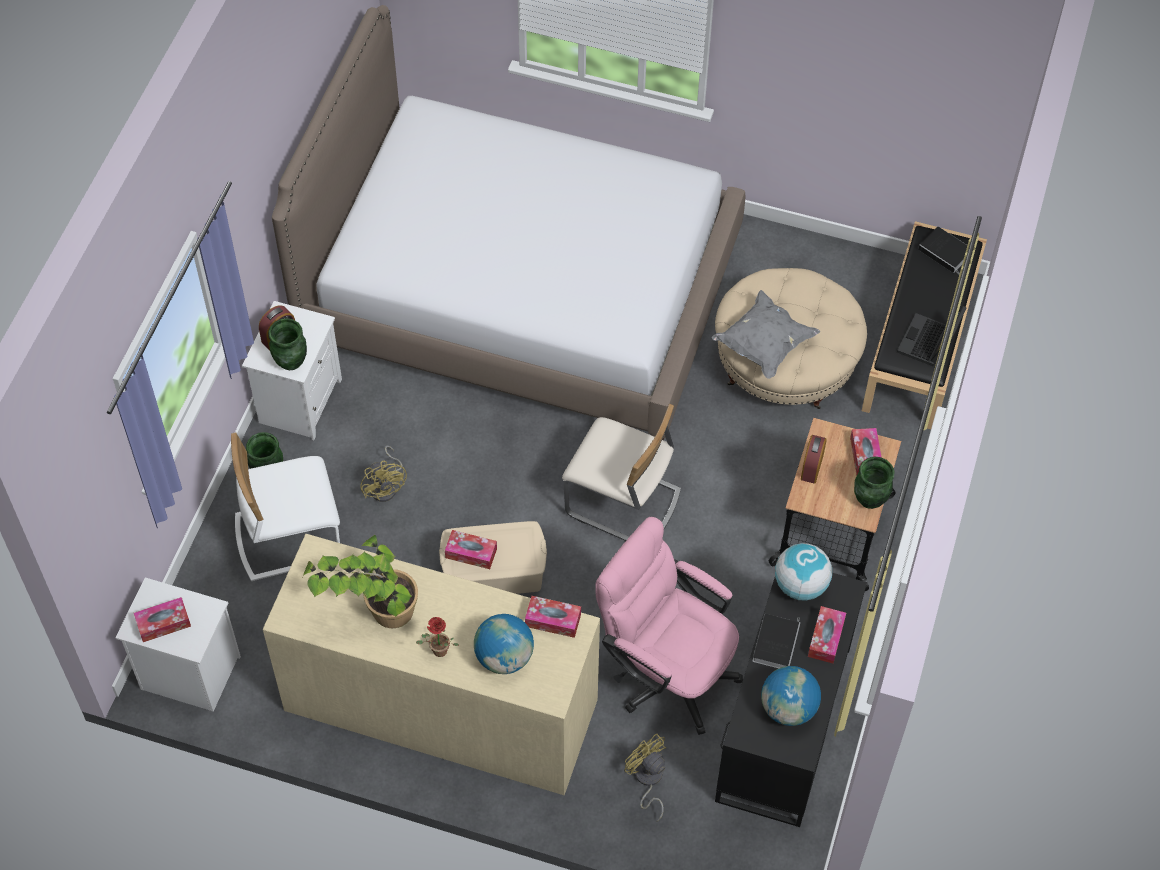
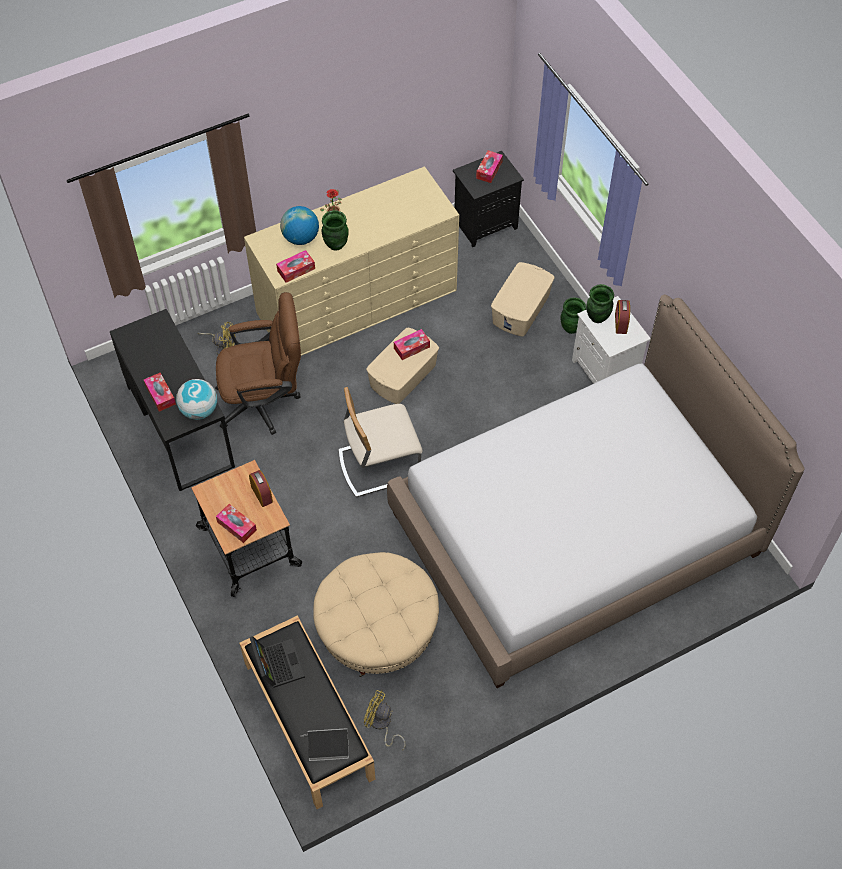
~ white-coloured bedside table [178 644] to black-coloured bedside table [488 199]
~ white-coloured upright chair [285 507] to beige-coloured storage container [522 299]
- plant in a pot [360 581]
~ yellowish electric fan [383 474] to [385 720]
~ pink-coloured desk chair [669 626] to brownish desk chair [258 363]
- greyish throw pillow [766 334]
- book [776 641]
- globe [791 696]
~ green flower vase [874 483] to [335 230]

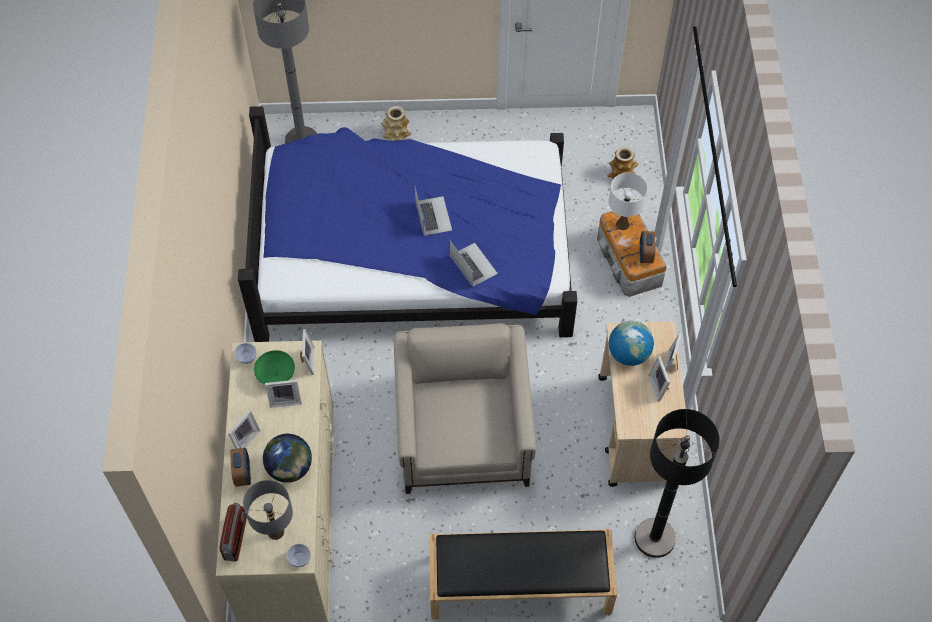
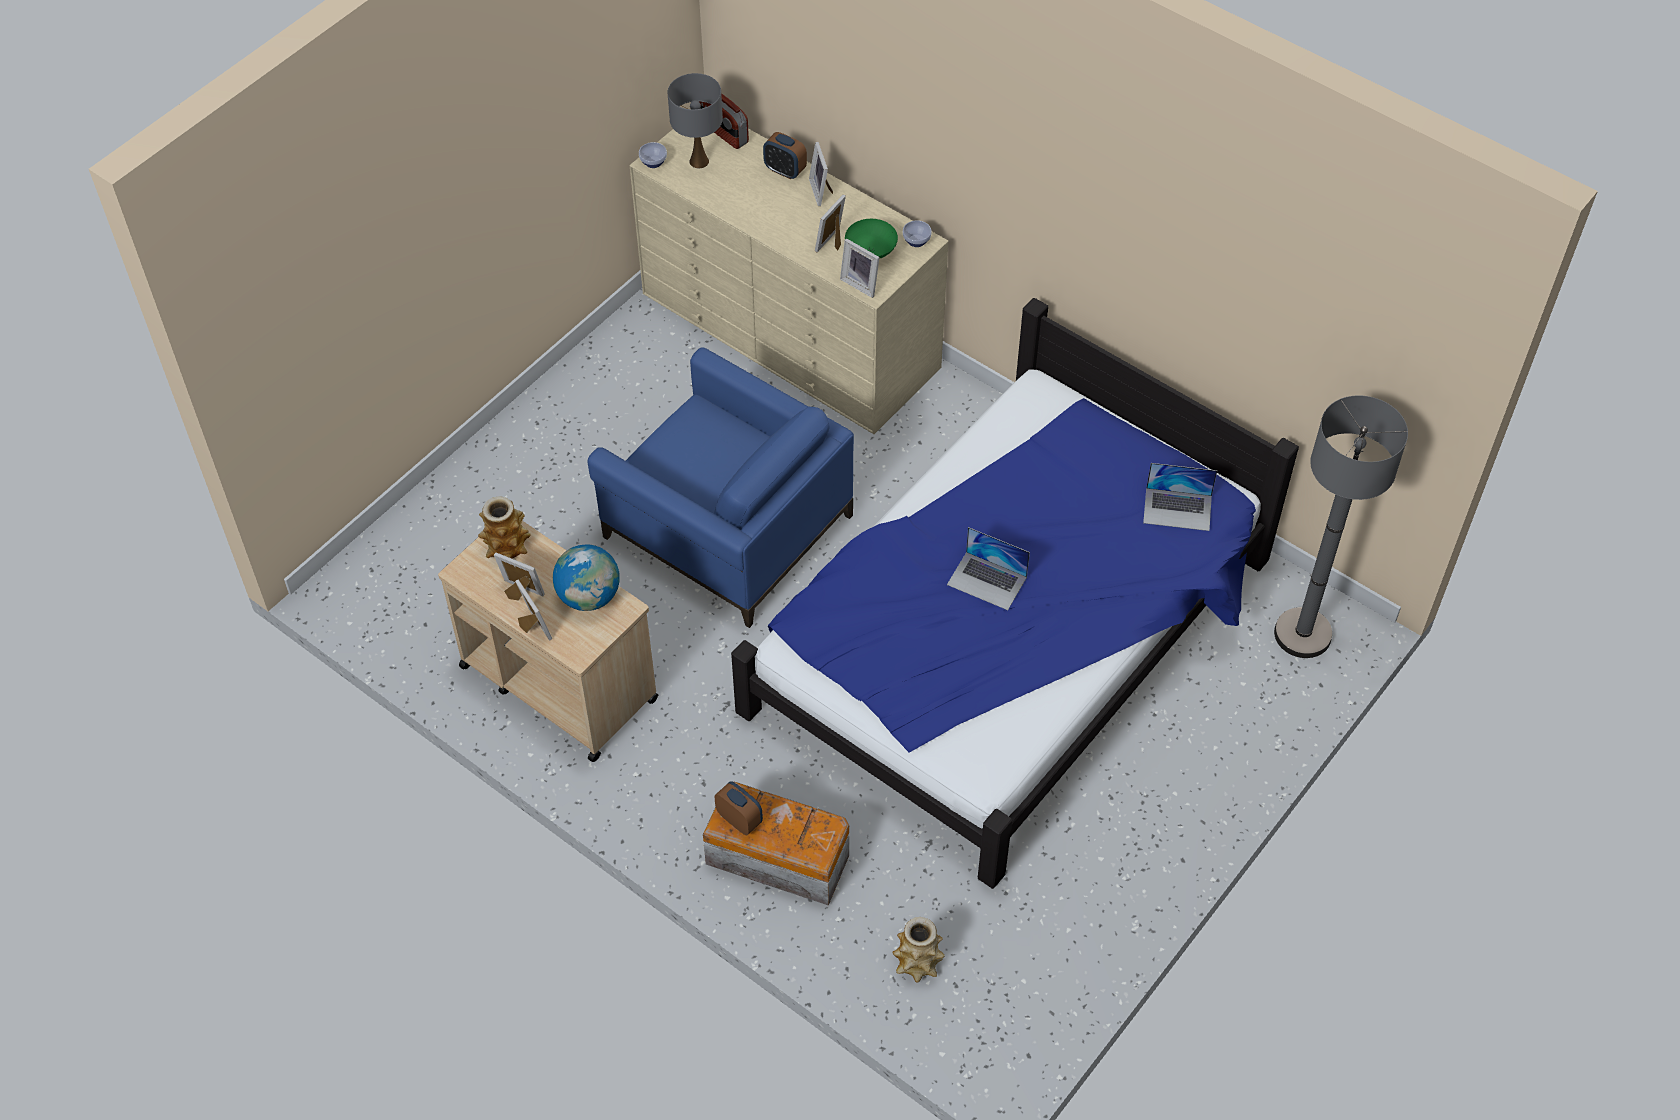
- globe [287 458]
~ flower vase [396 123] to [504 527]
~ beige-coloured easy chair [464 408] to blue easy chair [721 487]
- black-coloured long seat [523 574]
~ portable computer [474 264] to [1180 497]
- white-coloured tabletop lamp [628 201]
- black-coloured floor lamp [677 483]

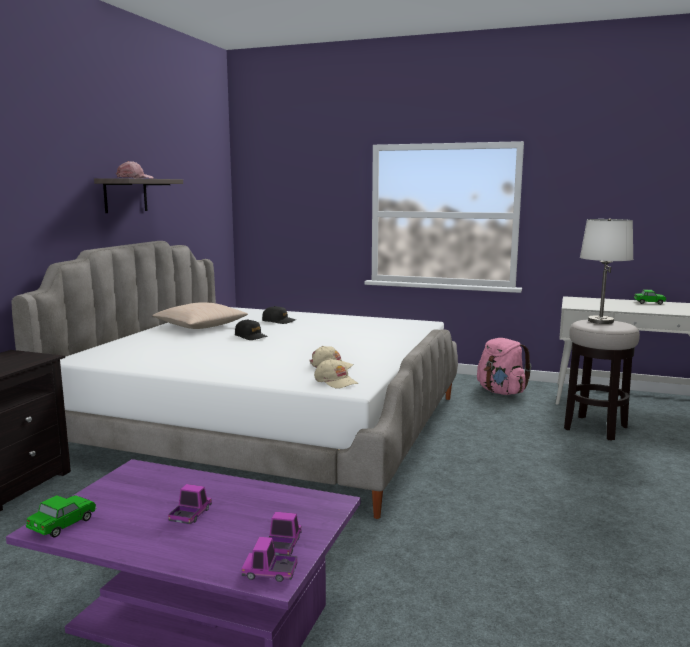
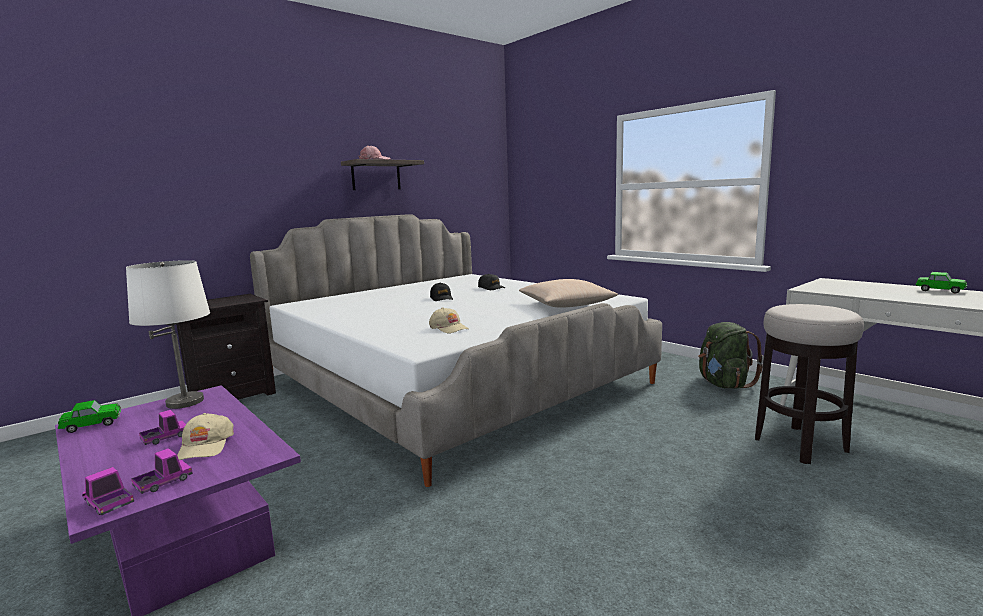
~ beige-coloured throw pillow [200 315] to [568 293]
~ beige-coloured peaked cap [336 373] to [205 436]
~ pink-coloured backpack [504 366] to green backpack [731 355]
~ white-coloured tabletop lamp [606 271] to [168 334]

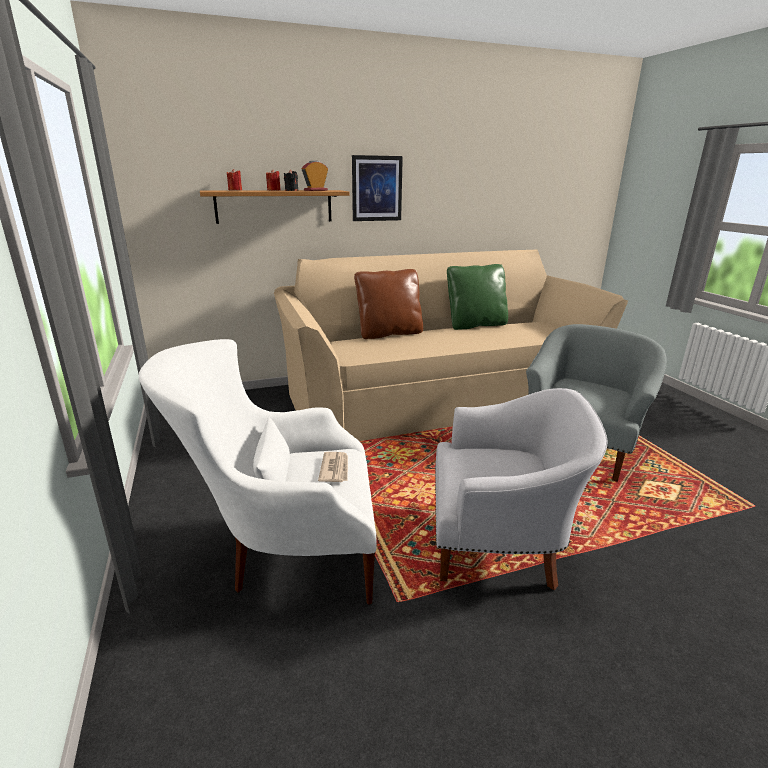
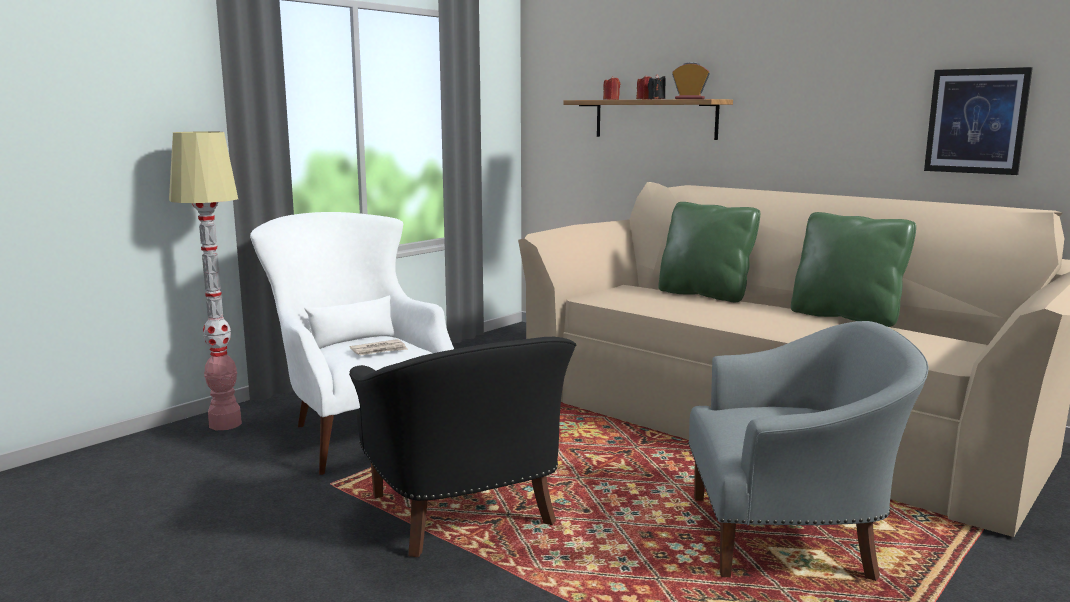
~ wall picture [377 188] to [978 121]
~ brownish throw pillow [388 304] to green throw pillow [709 252]
~ white-coloured easy chair [521 489] to black-coloured easy chair [463 447]
+ floor lamp [205 281]

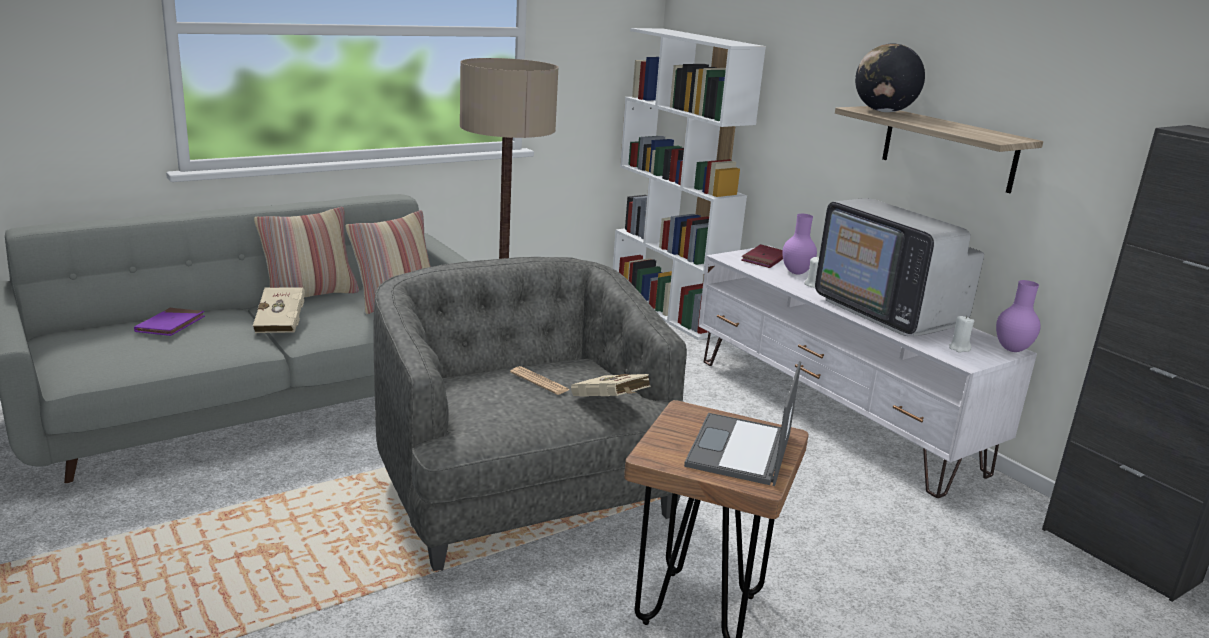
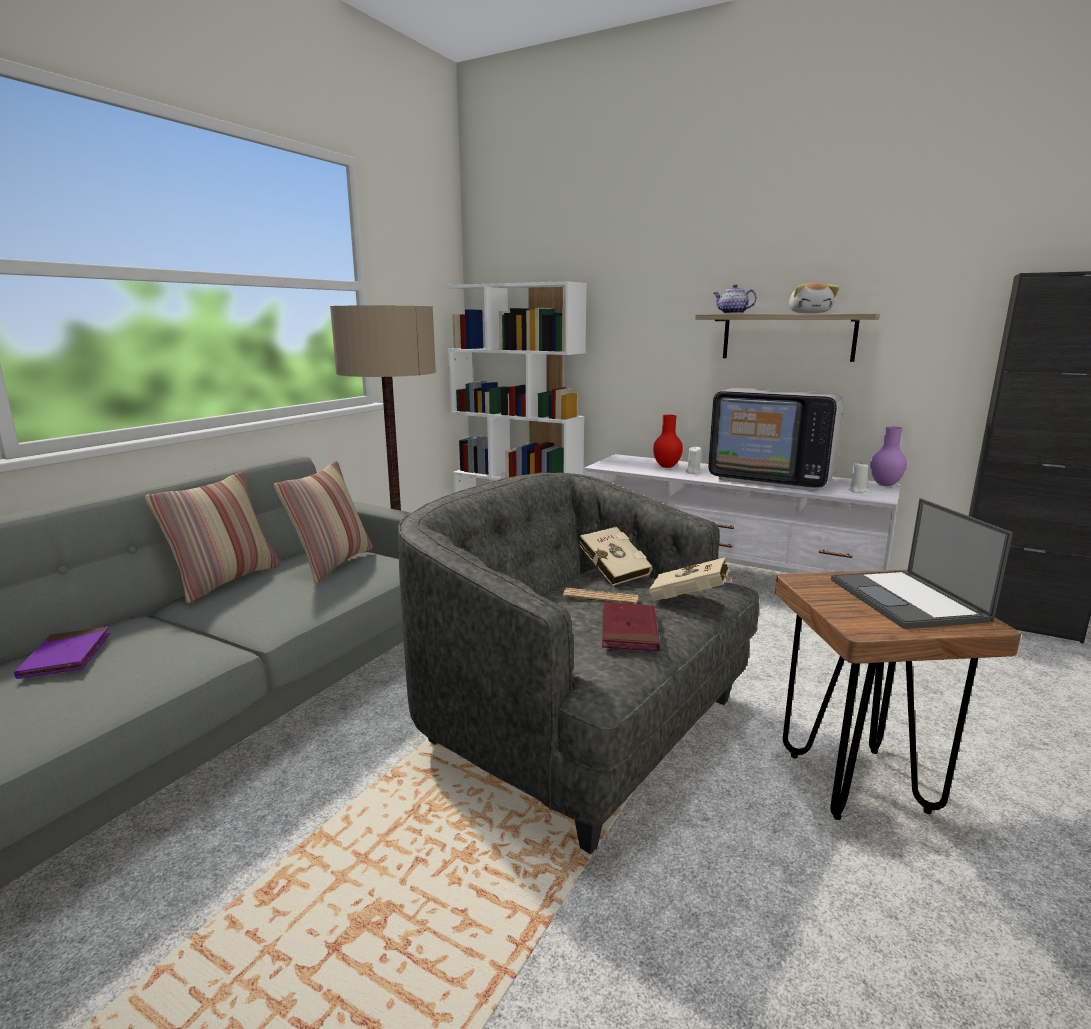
~ beige-coloured book [279 310] to [615 556]
~ reddish book [762 256] to [631 626]
~ purplish flower vase [799 244] to reddish flower vase [668 441]
~ globe [890 78] to teapot [735 299]
+ soft toy [814 298]

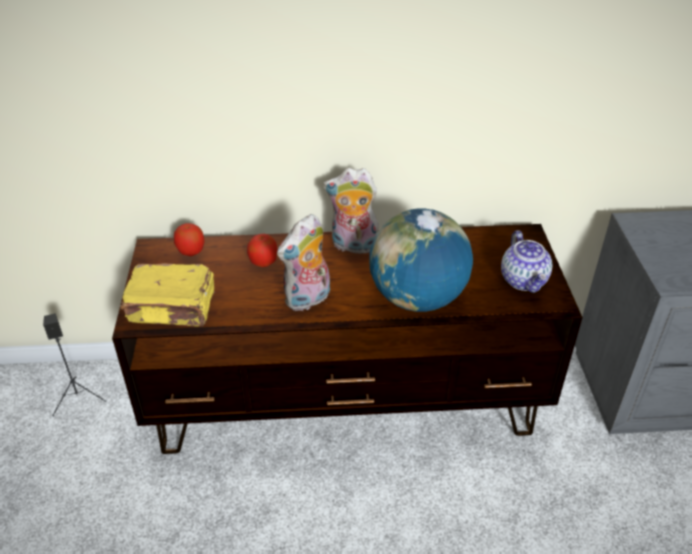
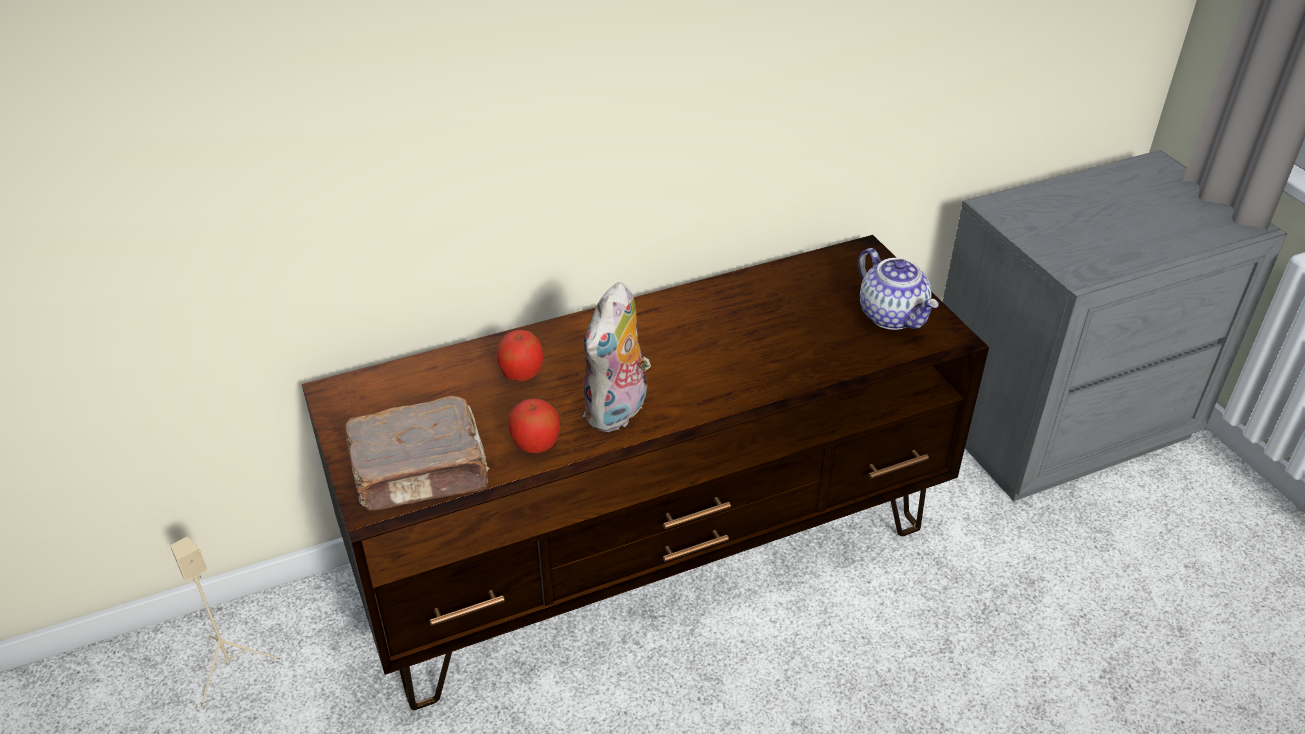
~ black-coloured loudspeaker [74 365] to beige-coloured loudspeaker [225 622]
~ yellowish book [167 295] to brownish book [417 453]
~ apple fruit [189 239] to [534 426]
- soft toy [351 211]
- globe [421 260]

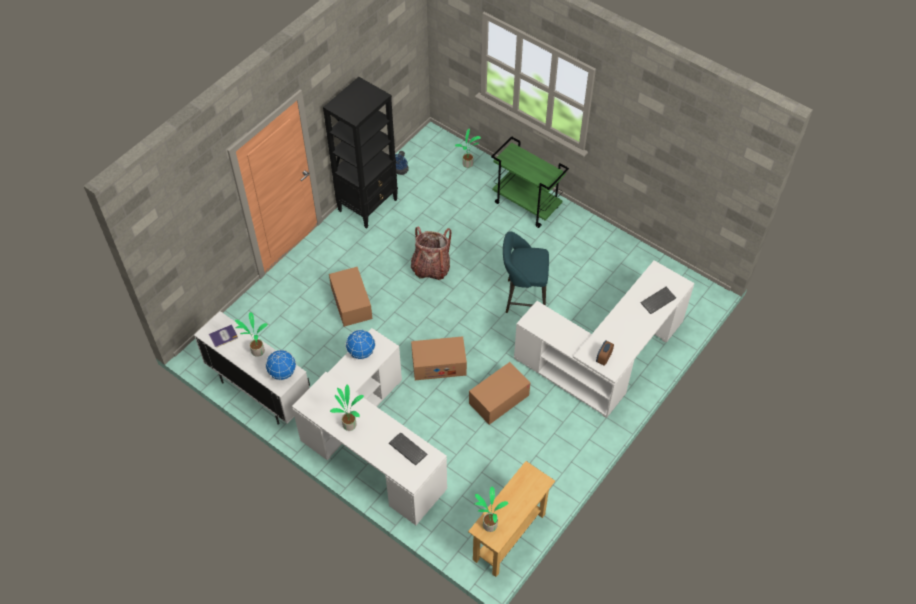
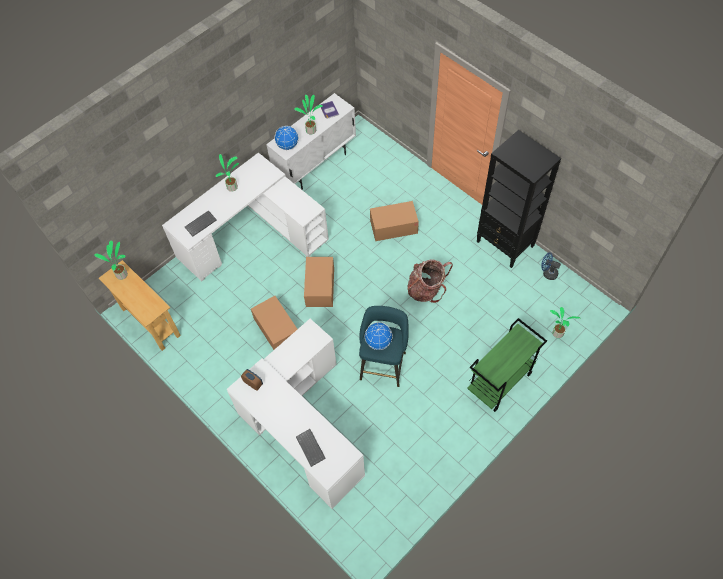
~ globe [360 345] to [379 336]

